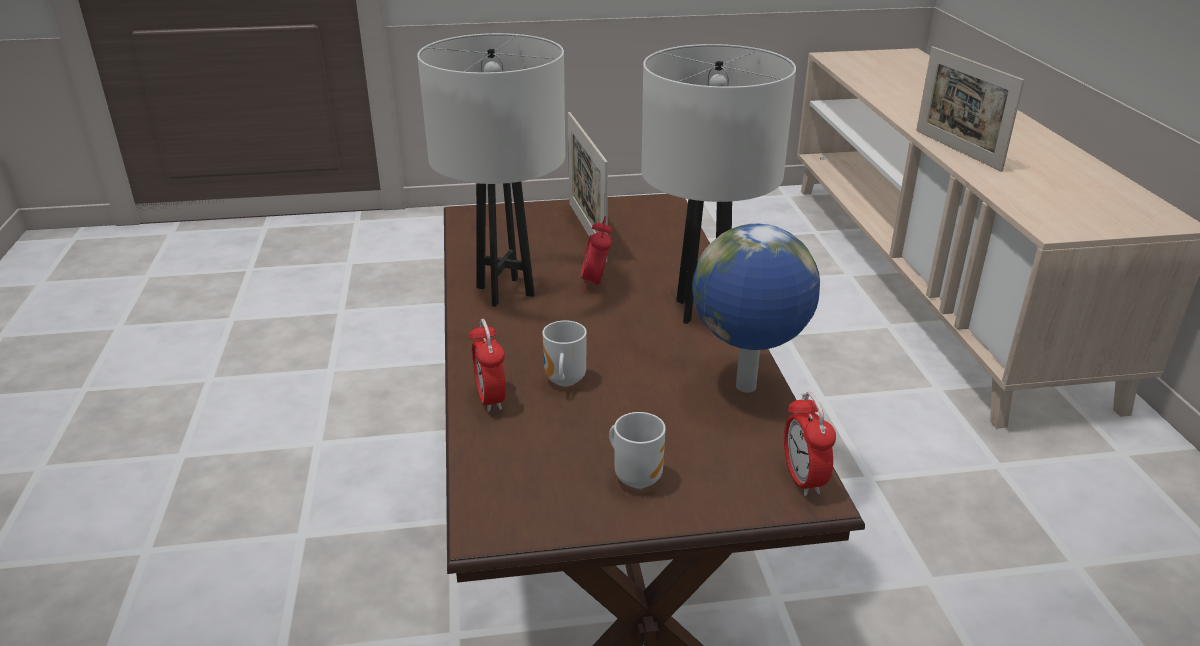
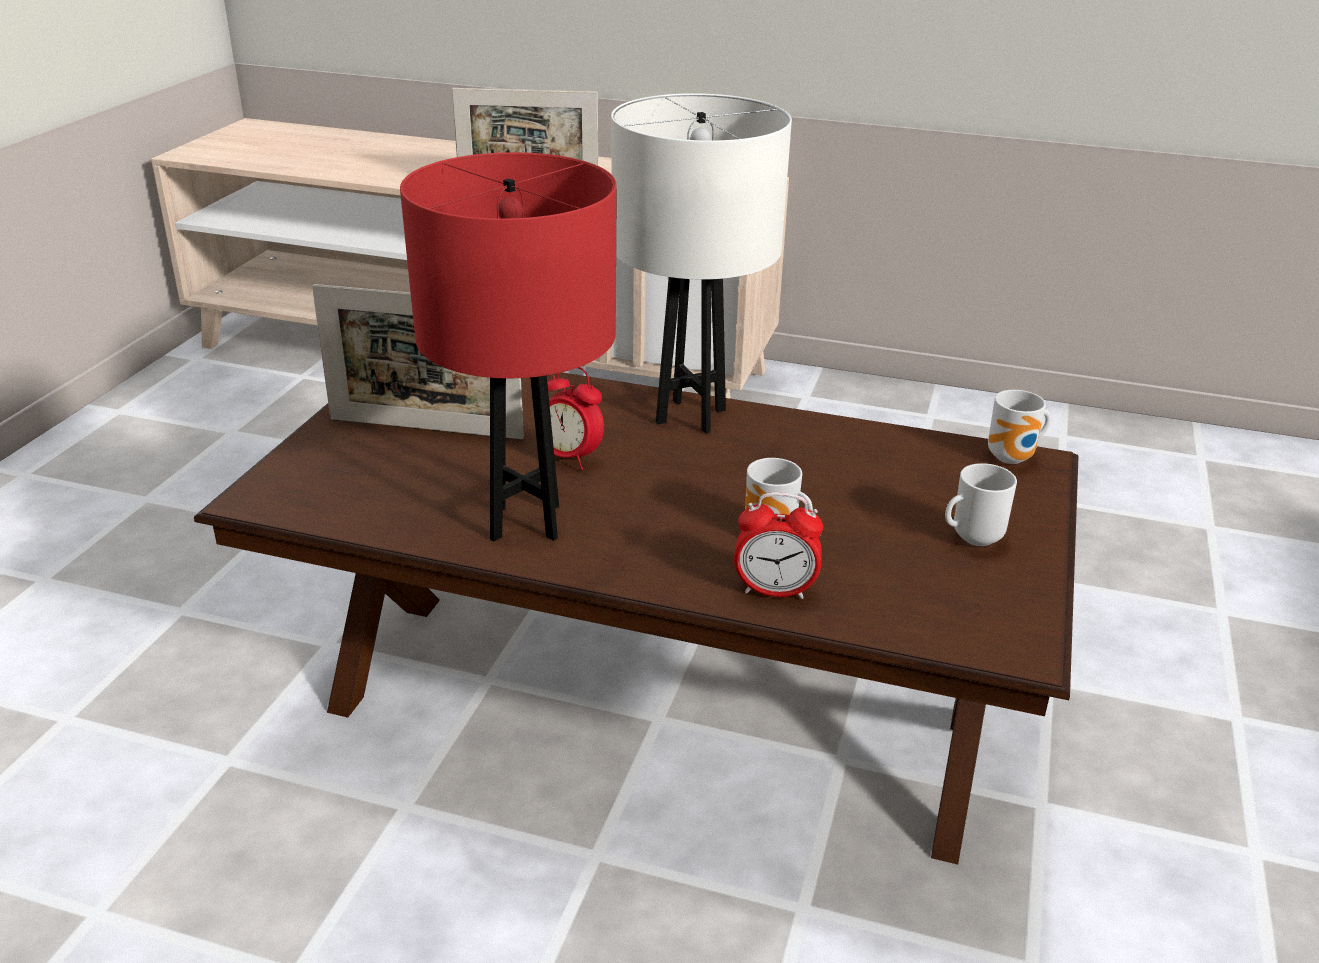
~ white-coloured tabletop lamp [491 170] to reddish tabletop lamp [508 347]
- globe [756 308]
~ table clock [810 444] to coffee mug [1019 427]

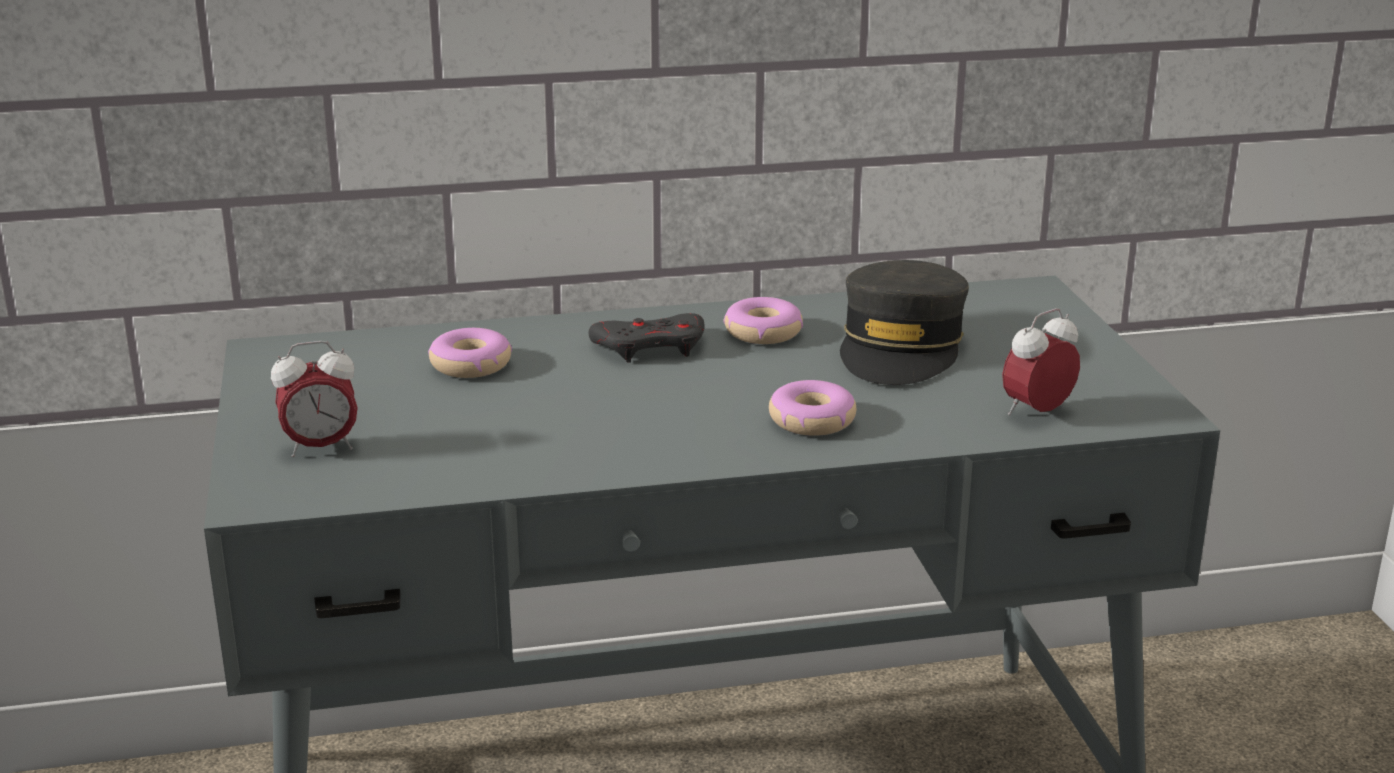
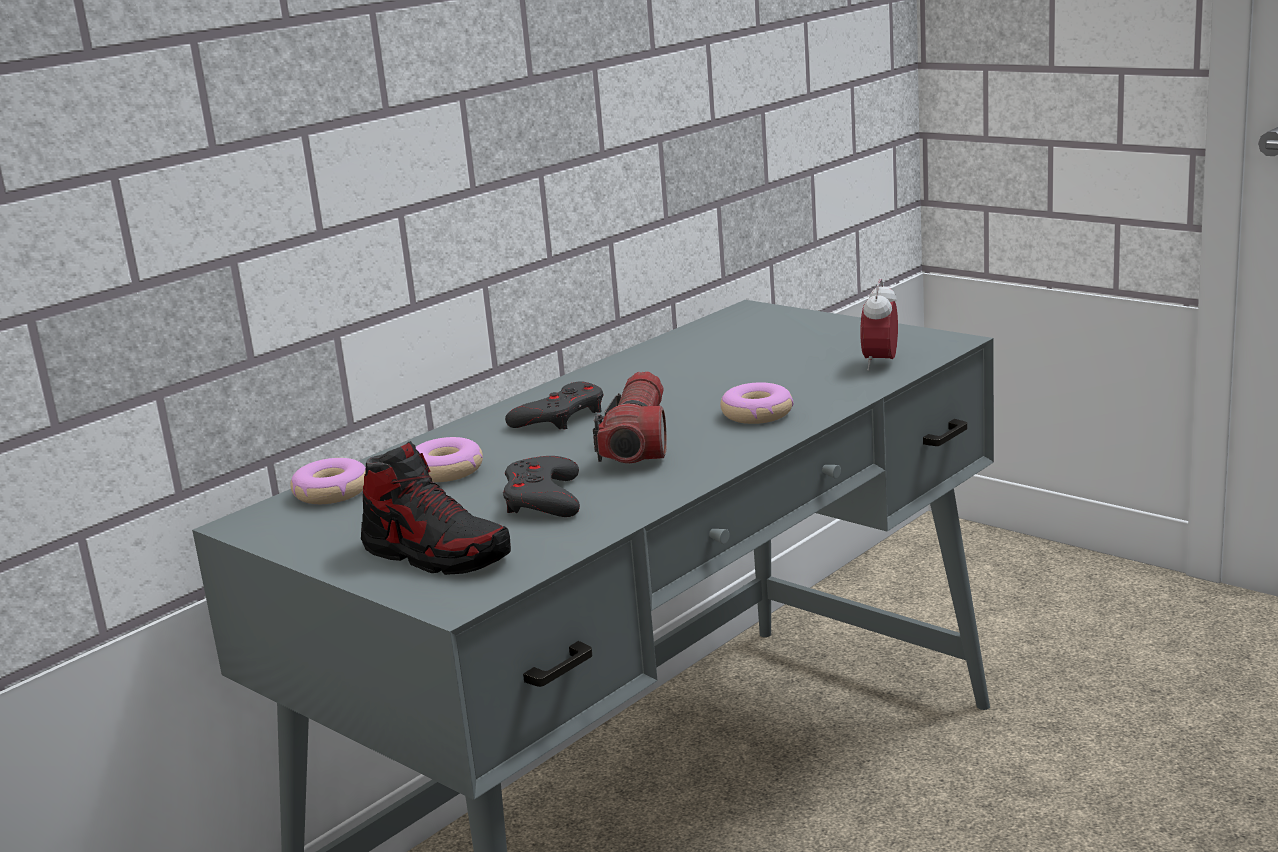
~ table clock [314 399] to item of footwear [436 508]
~ ring doughnut [763 320] to [328 481]
- greyish peaked cap [904 322]
+ greyish joypad [541 486]
+ flashlight [630 417]

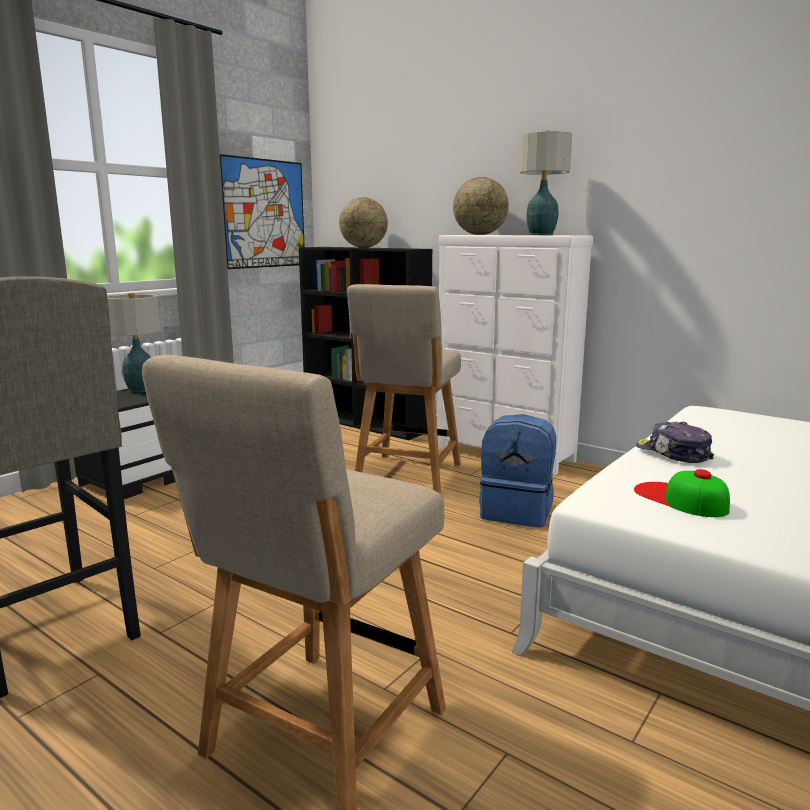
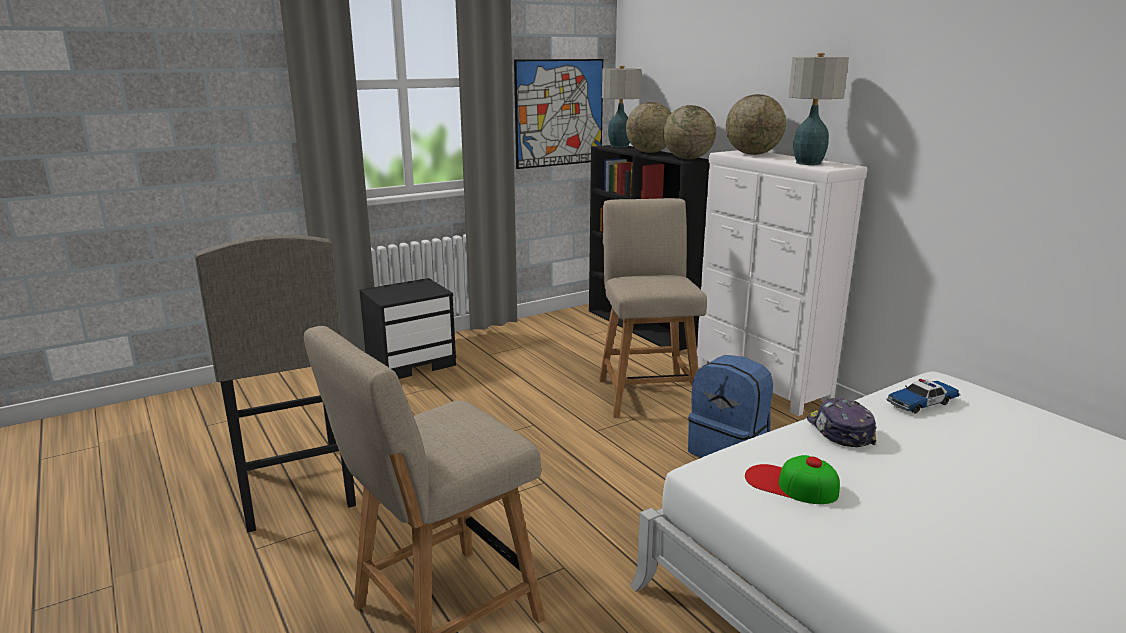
~ tabletop lamp [134 343] to [621 107]
~ beige-coloured upright chair [404 389] = [653 308] 135 degrees clockwise
~ peaked cap [682 493] = [792 479] 45 degrees counterclockwise
+ globe [689 132]
+ miniature car [923 396]

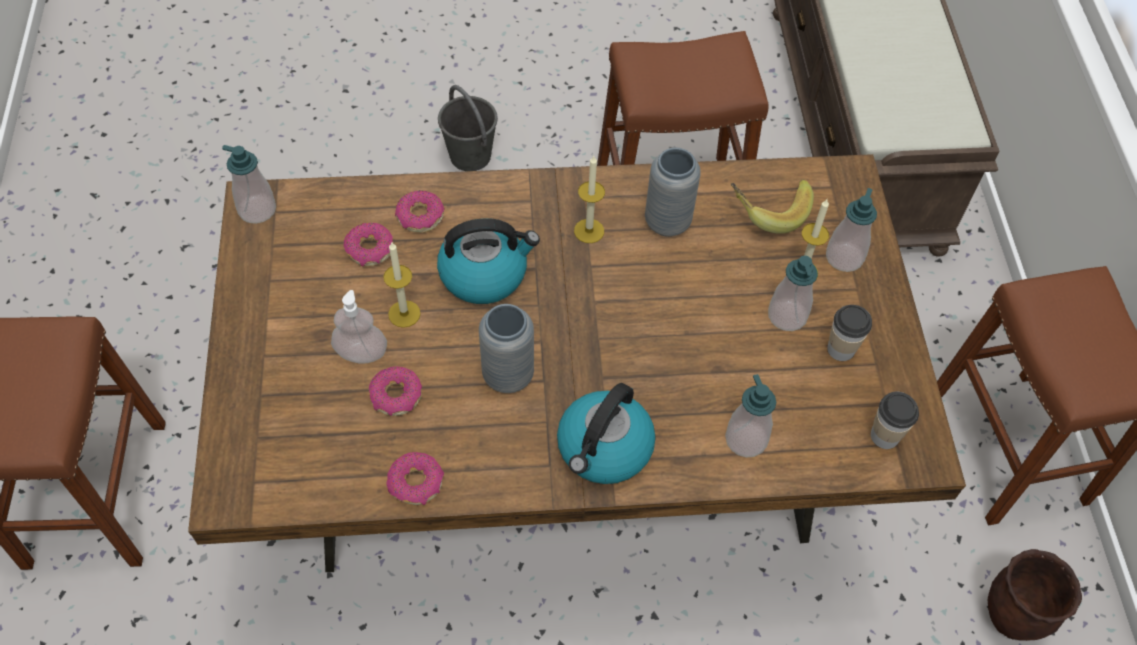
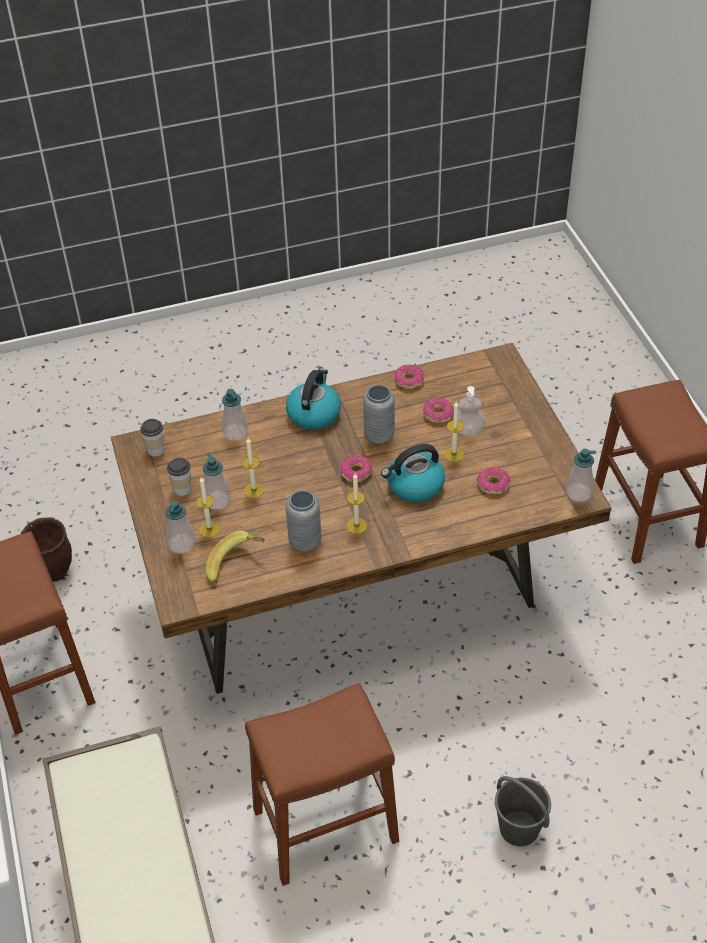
~ ring doughnut [420 212] to [356 469]
+ wax light [253 468]

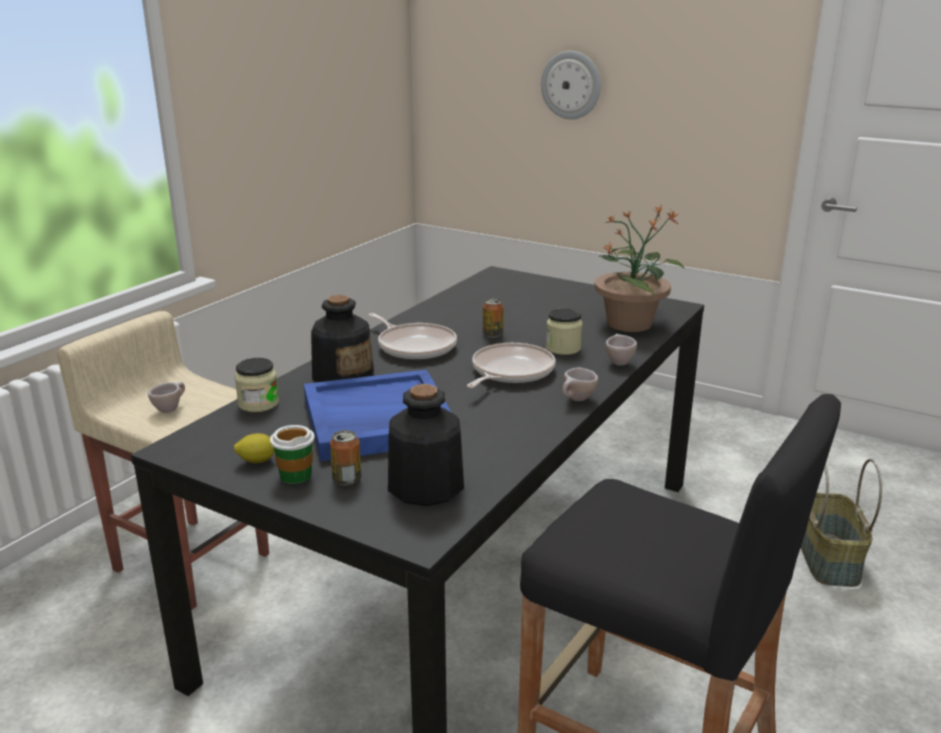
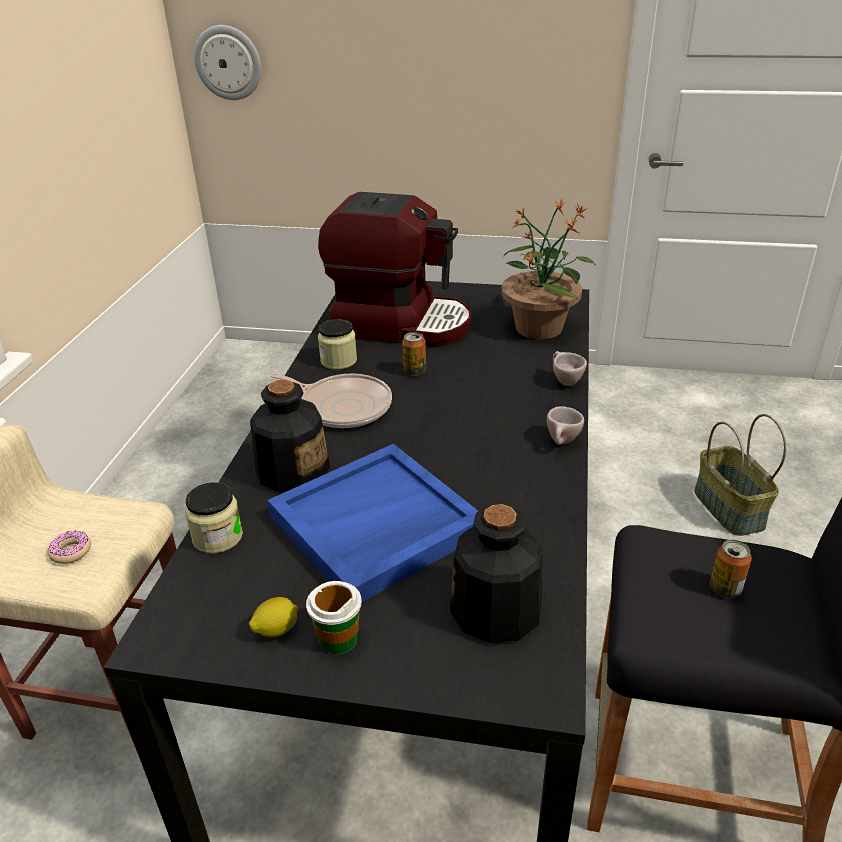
~ beige-coloured cup [166 397] to ring doughnut [69 547]
~ sealed can [345 457] to [731 569]
- skillet [511 365]
~ hanging clock [571 85] to [227 62]
~ storage jar [564 331] to [337 344]
+ coffee maker [394 269]

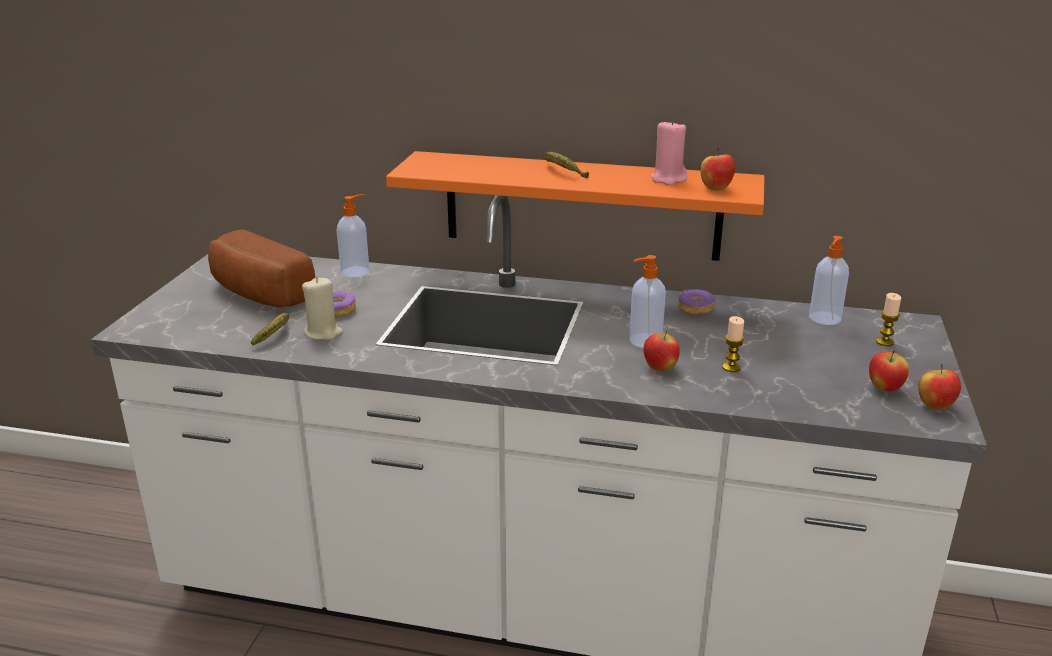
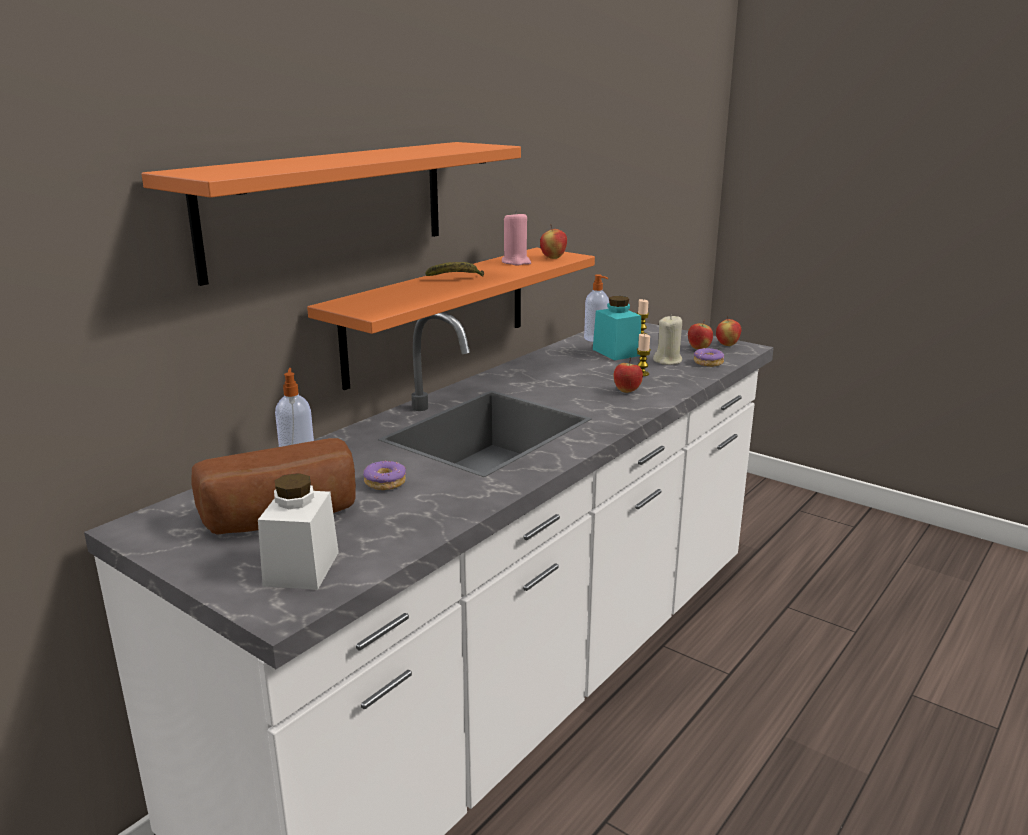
- banana [270 329]
~ beige-coloured wax light [322 308] to [667 340]
- liquid soap bottle [647 301]
~ ring doughnut [696 302] to [709 357]
+ orange wall shelf [331 214]
+ white-coloured storage jar [298 531]
+ blue-green storage jar [617 328]

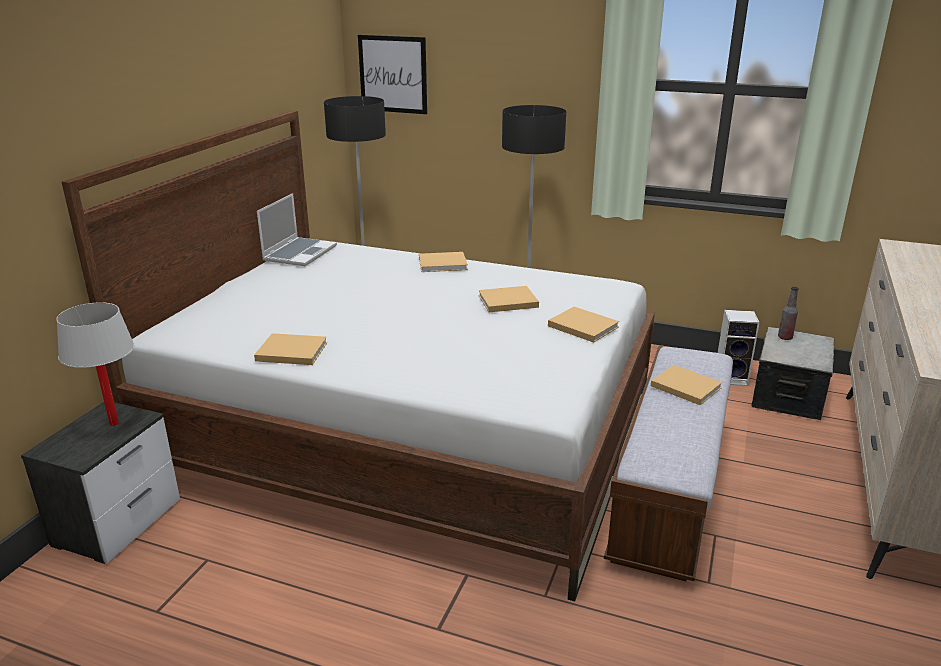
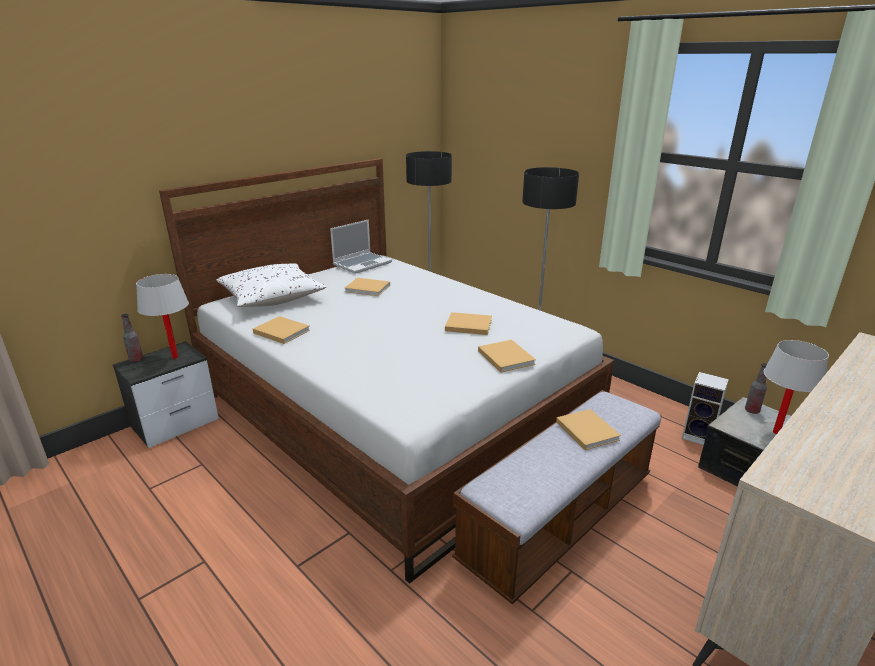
- wall picture [392 74]
~ beige-coloured book [443 262] to [367 287]
+ beverage bottle [132 338]
+ white-coloured throw pillow [271 285]
+ white-coloured tabletop lamp [796 387]

